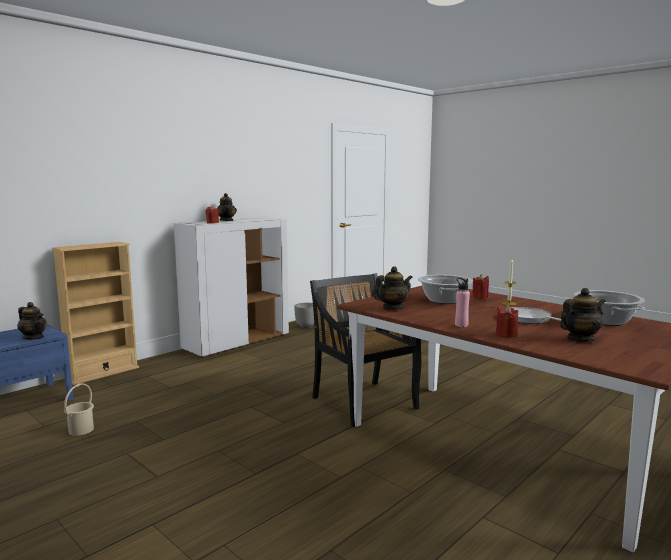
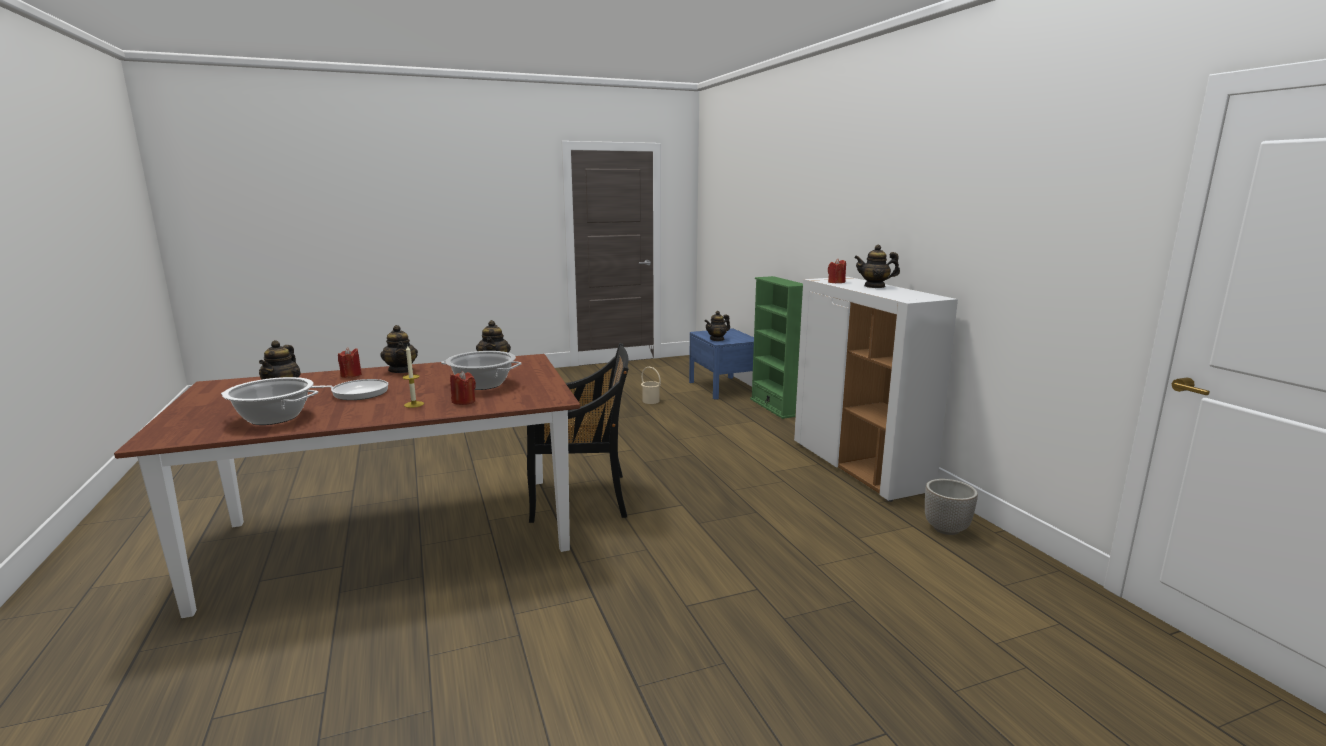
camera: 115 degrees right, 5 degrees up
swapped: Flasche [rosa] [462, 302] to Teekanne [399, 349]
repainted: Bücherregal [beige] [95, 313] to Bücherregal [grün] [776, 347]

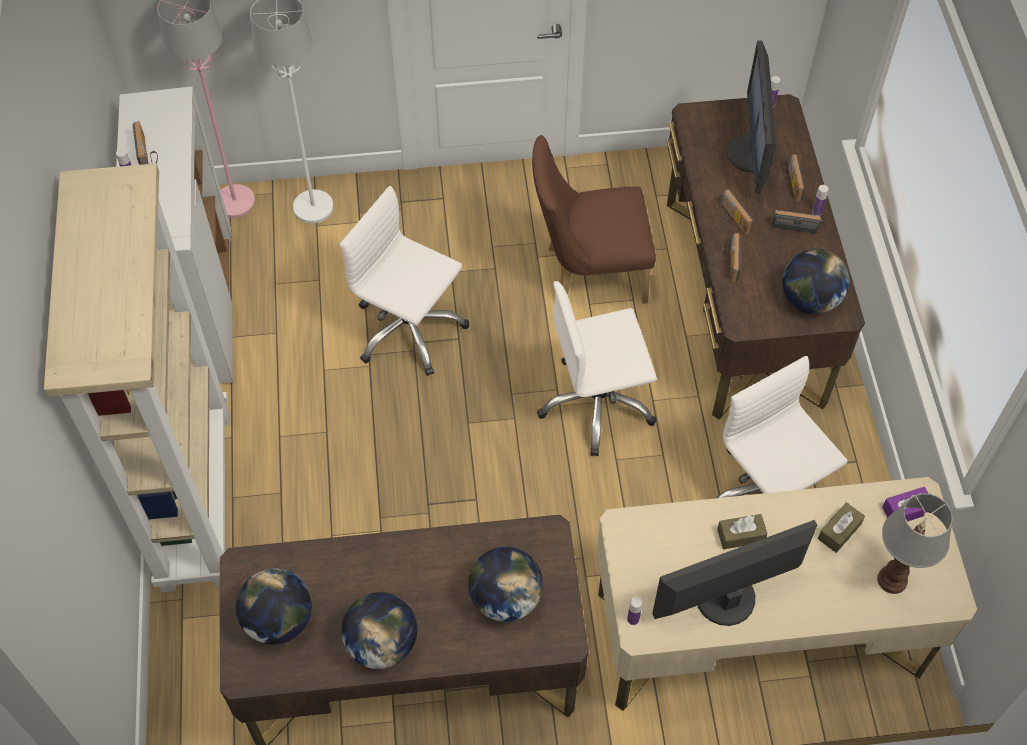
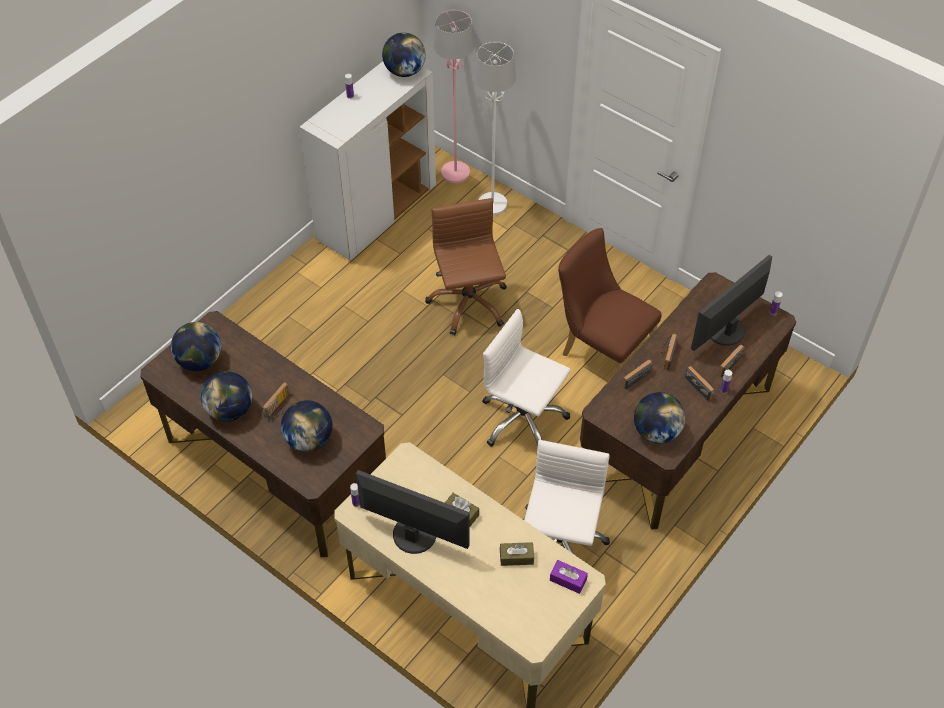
camera: 45 degrees right, 5 degrees down
gone: Bücherregal [beige] [136, 377]; Tischlampe [915, 543]
new: Globus [404, 55]
shifted: Radio [145, 143] to [275, 400]
repainted: Bürostuhl [weiß] [404, 281] to Bürostuhl [braun] [466, 267]

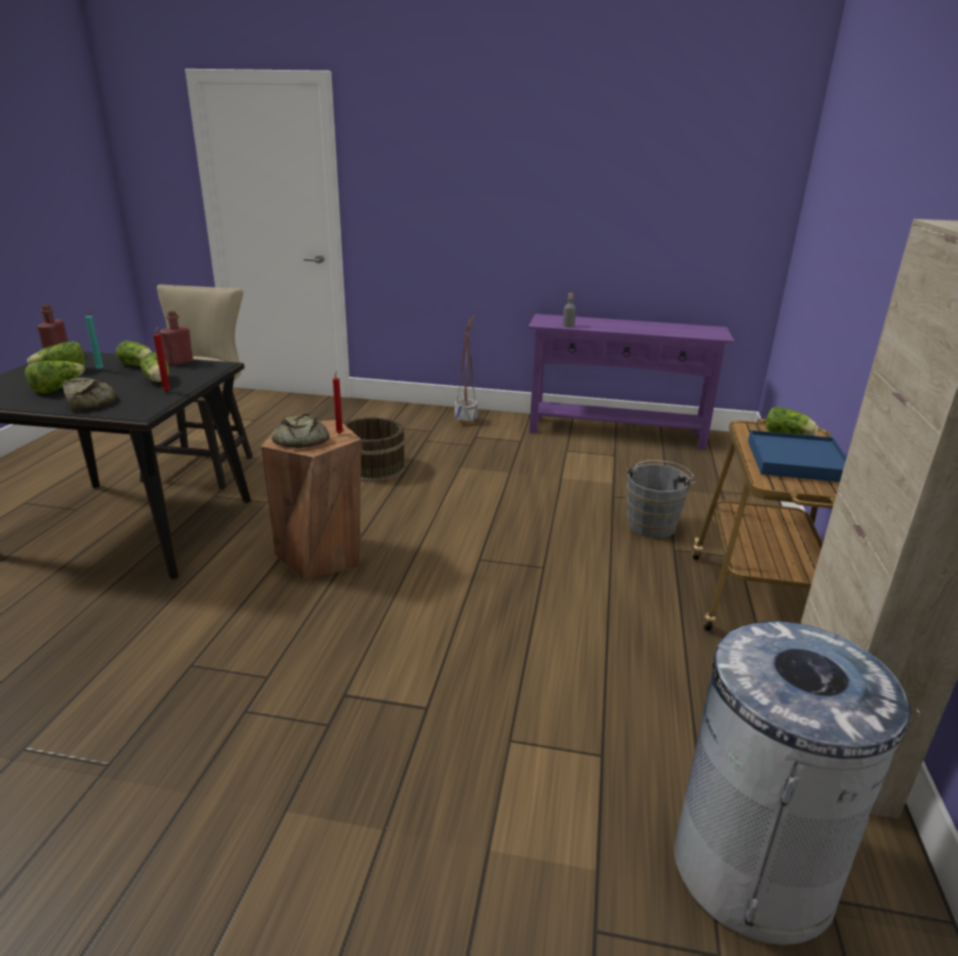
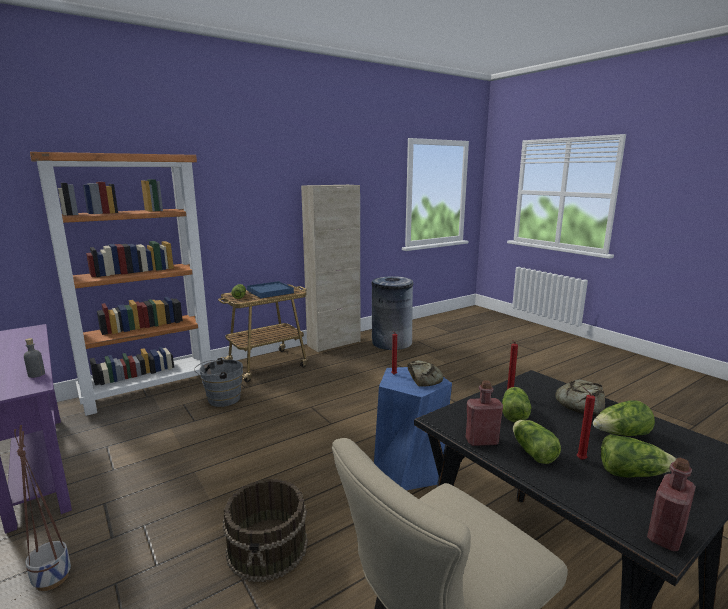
camera: 135 degrees left, 10 degrees down
new: Bücherregal [orange] [121, 284]
repainted: Kerze [türkis] [94, 340] to Kerze [rot] [586, 423]; Hocker [braun] [311, 499] to Hocker [blau] [413, 428]

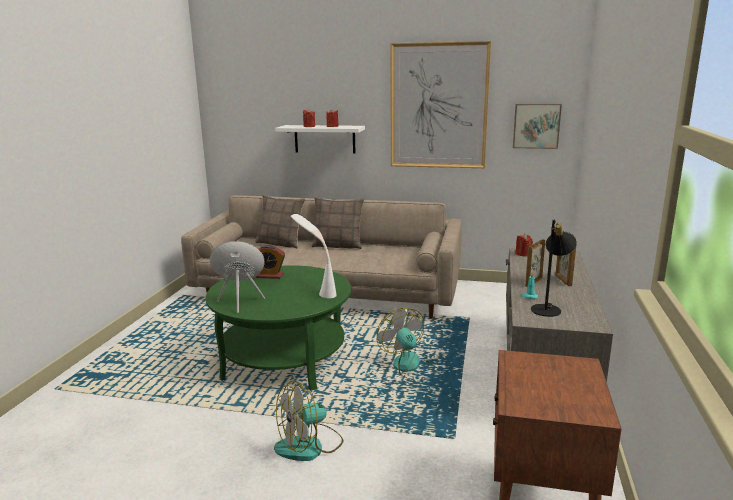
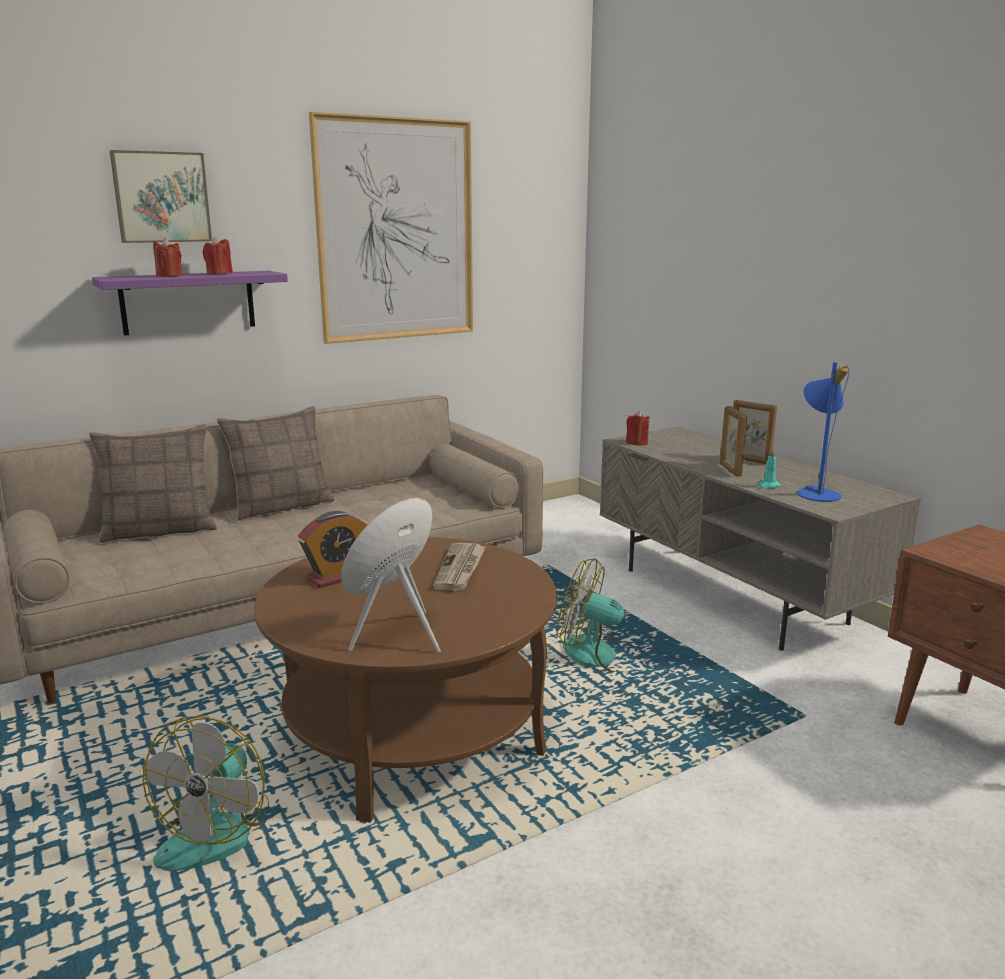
camera: 45 degrees left, 0 degrees up
shifted: Ventilator [308, 420] to [206, 793]; Bild [537, 126] to [161, 196]
swapped: Tischlampe [weiß] [314, 256] to Zeitung [459, 567]
repainted: Couchtisch [grün] [278, 328] to Couchtisch [braun] [405, 680]; Wandregal [weiß] [320, 139] to Wandregal [lila] [190, 303]; Tischlampe [schwarz] [554, 268] to Tischlampe [blau] [823, 432]

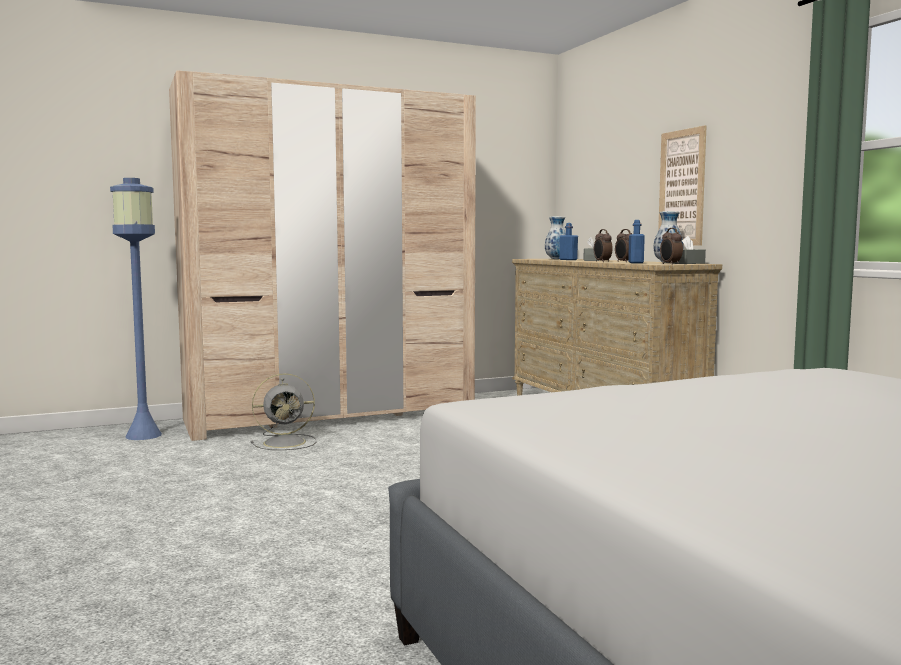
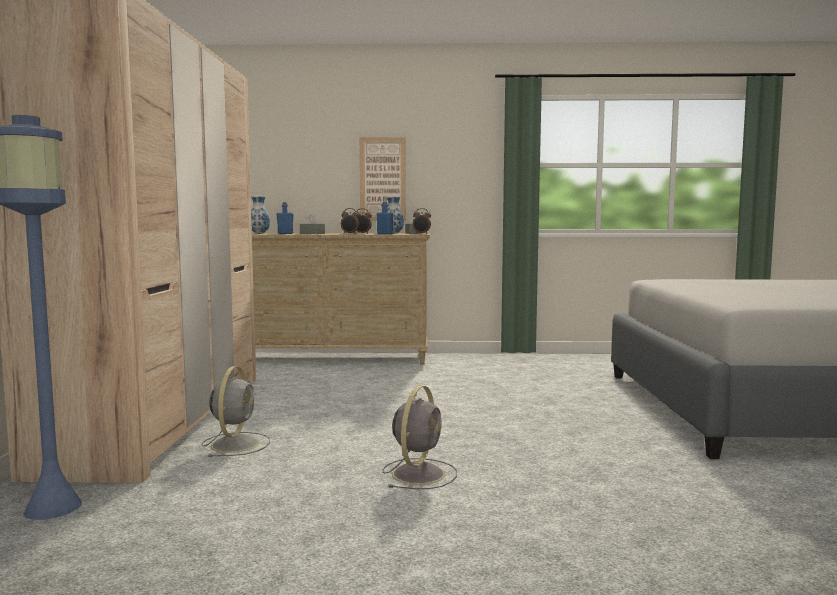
camera: 65 degrees left, 0 degrees up
new: Ventilator [grau] [419, 437]

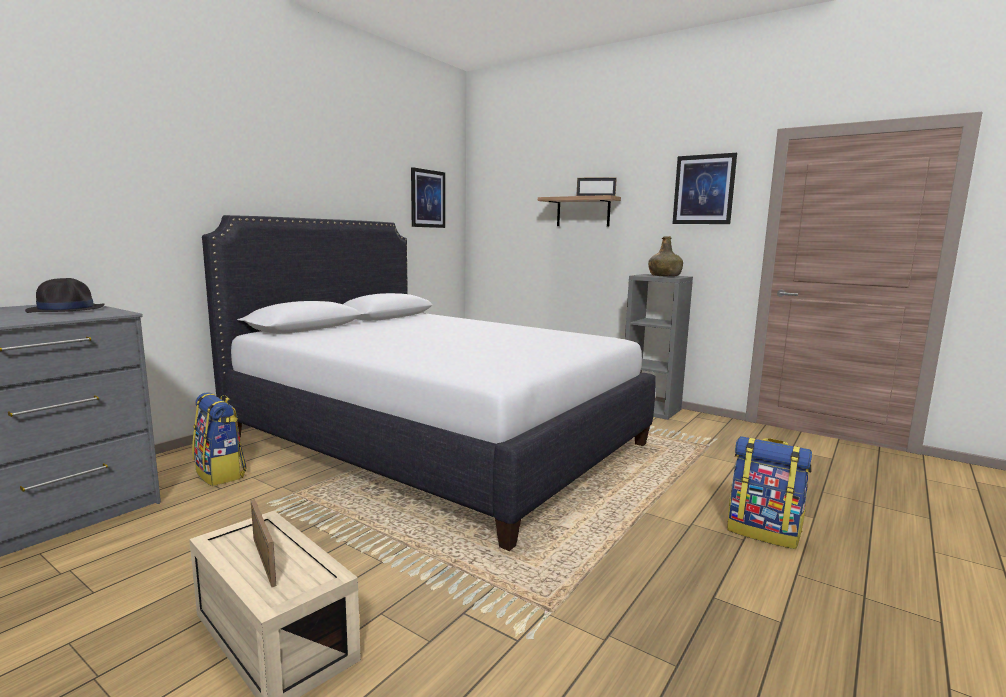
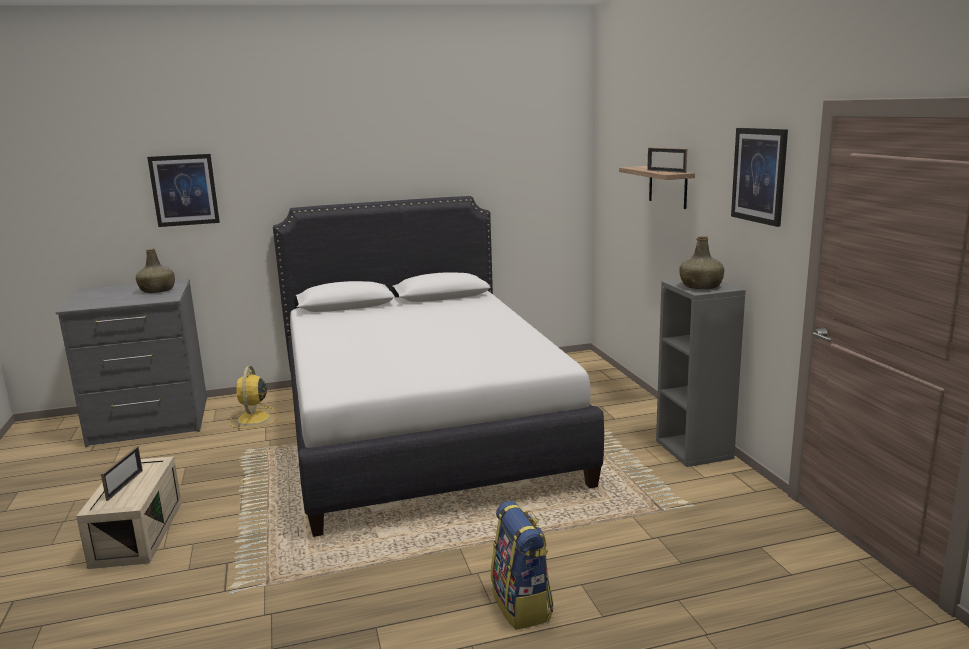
camera: 40 degrees right, 5 degrees up
shifted: Bild [428, 197] to [183, 190]
swapped: Hut [schwarz] [65, 295] to Flasche [grün] [155, 271]; Rucksack [219, 439] to Ventilator [gelb] [254, 397]

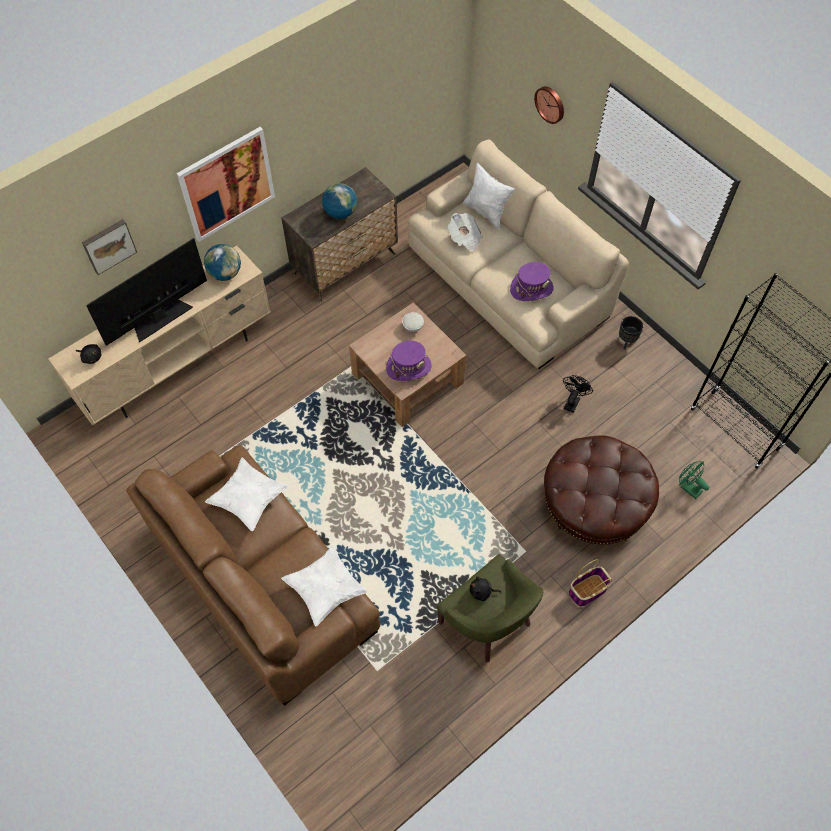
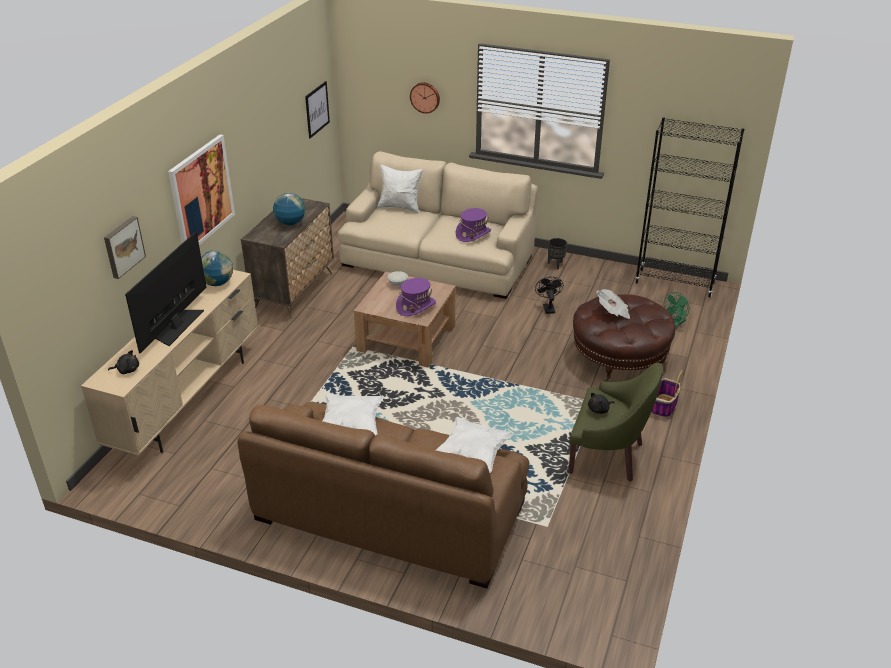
camera: 30 degrees left, 25 degrees down
new: Bild [317, 109]
shifted: Zeitung [465, 232] to [613, 304]
rotated: Ventilator [grün] [694, 480] = [676, 309] 60 degrees counterclockwise

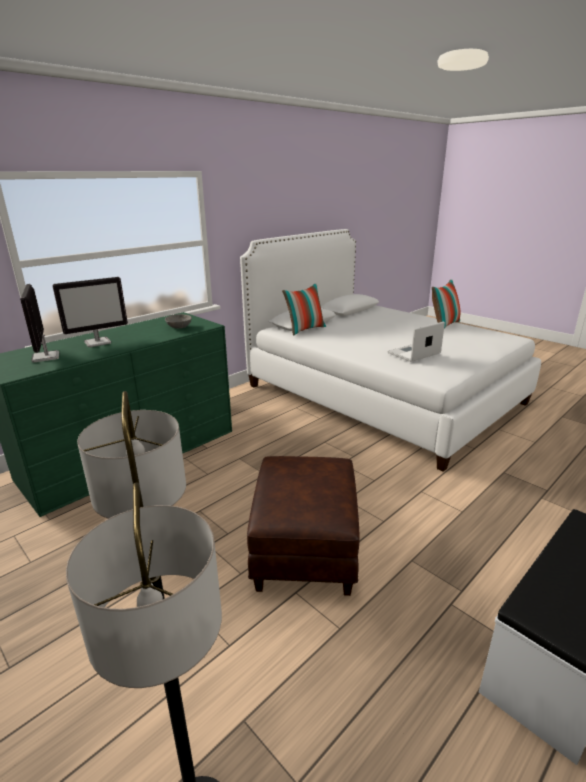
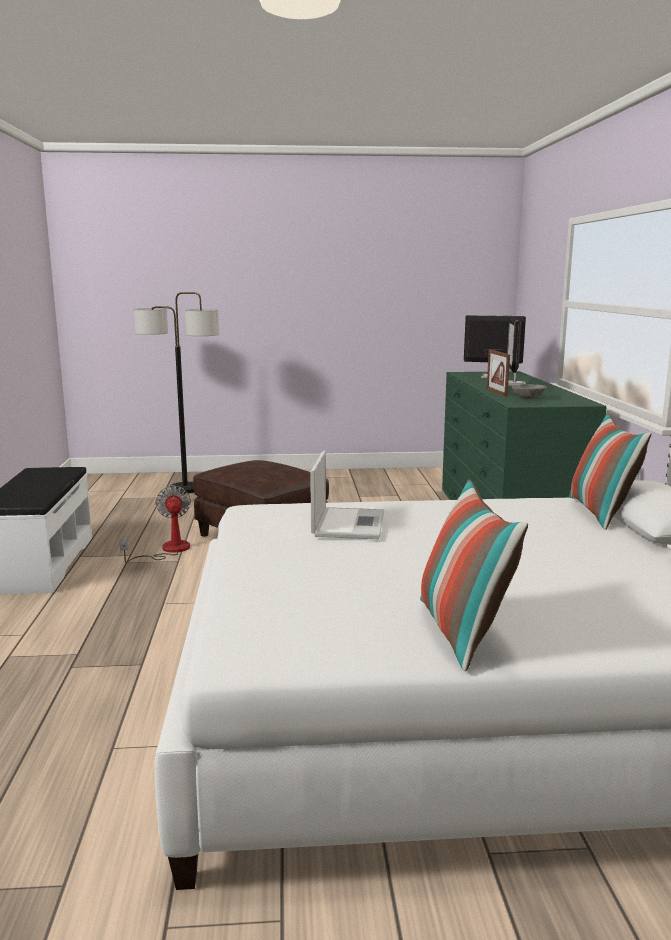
camera: 130 degrees right, 10 degrees down
new: Ventilator [155, 524]; Bilderrahmen [498, 373]

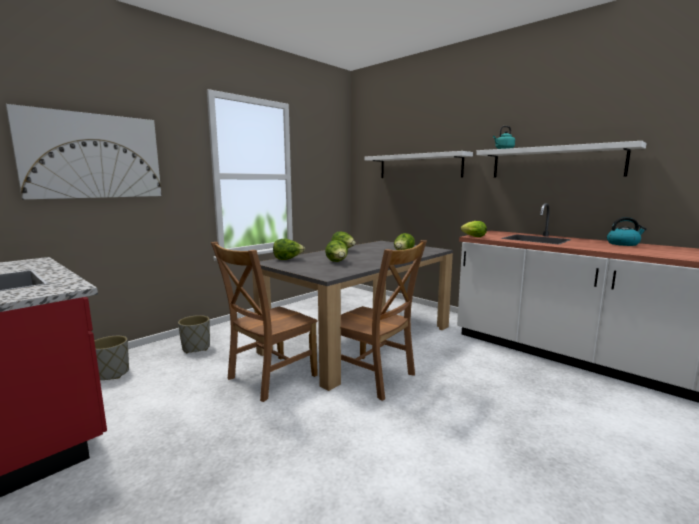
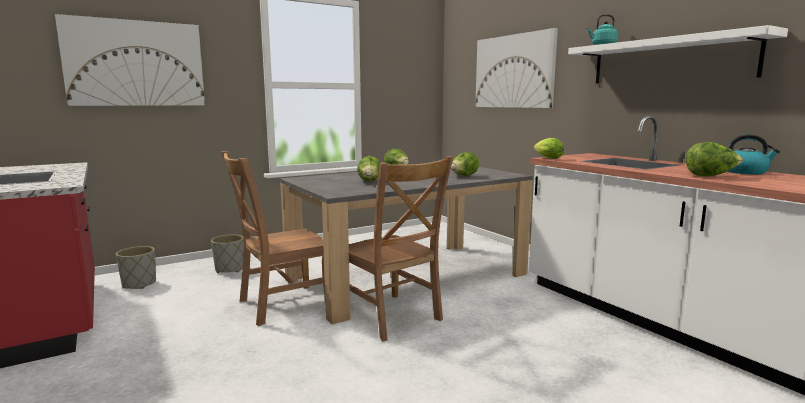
camera: 15 degrees right, 0 degrees up
shifted: Salatkopf [289, 249] to [714, 159]
swapped: Wandregal [weiß] [418, 164] to Bild [516, 68]

